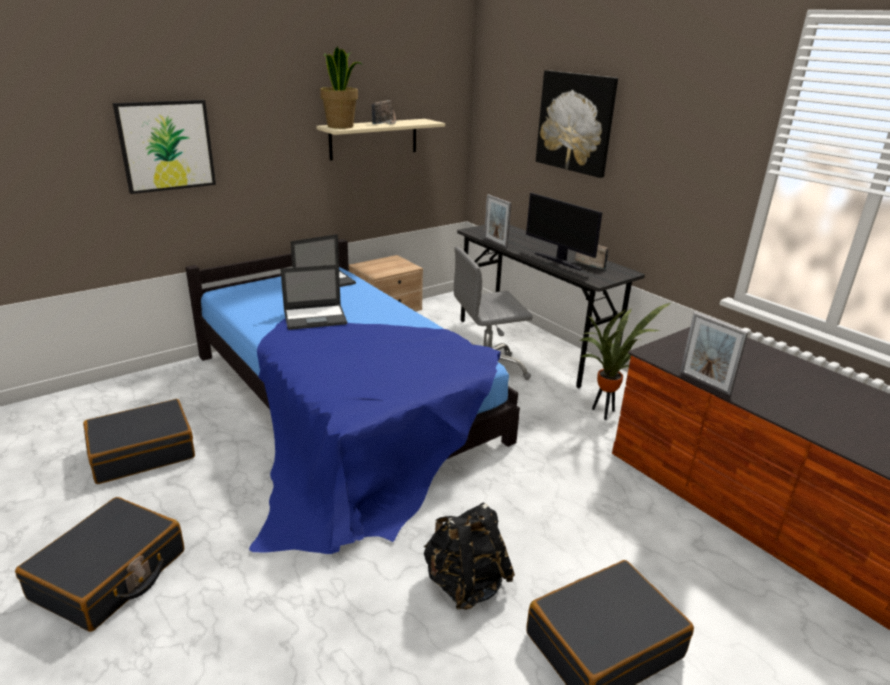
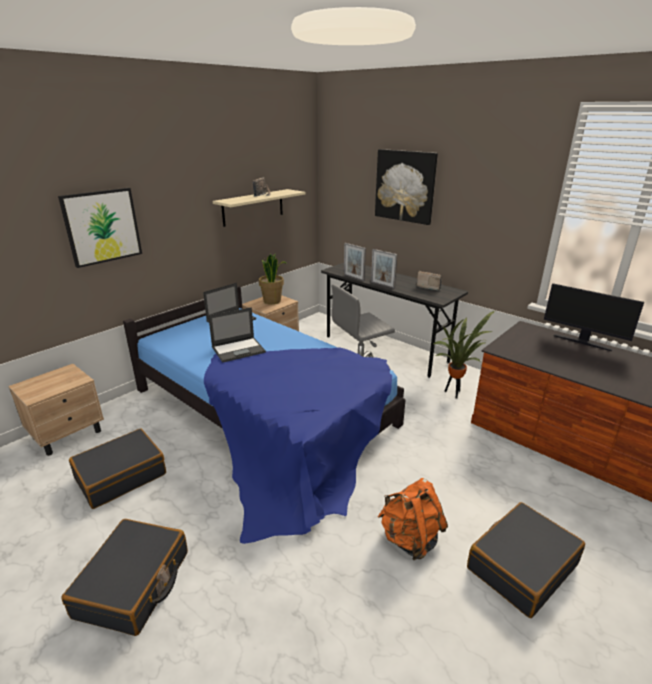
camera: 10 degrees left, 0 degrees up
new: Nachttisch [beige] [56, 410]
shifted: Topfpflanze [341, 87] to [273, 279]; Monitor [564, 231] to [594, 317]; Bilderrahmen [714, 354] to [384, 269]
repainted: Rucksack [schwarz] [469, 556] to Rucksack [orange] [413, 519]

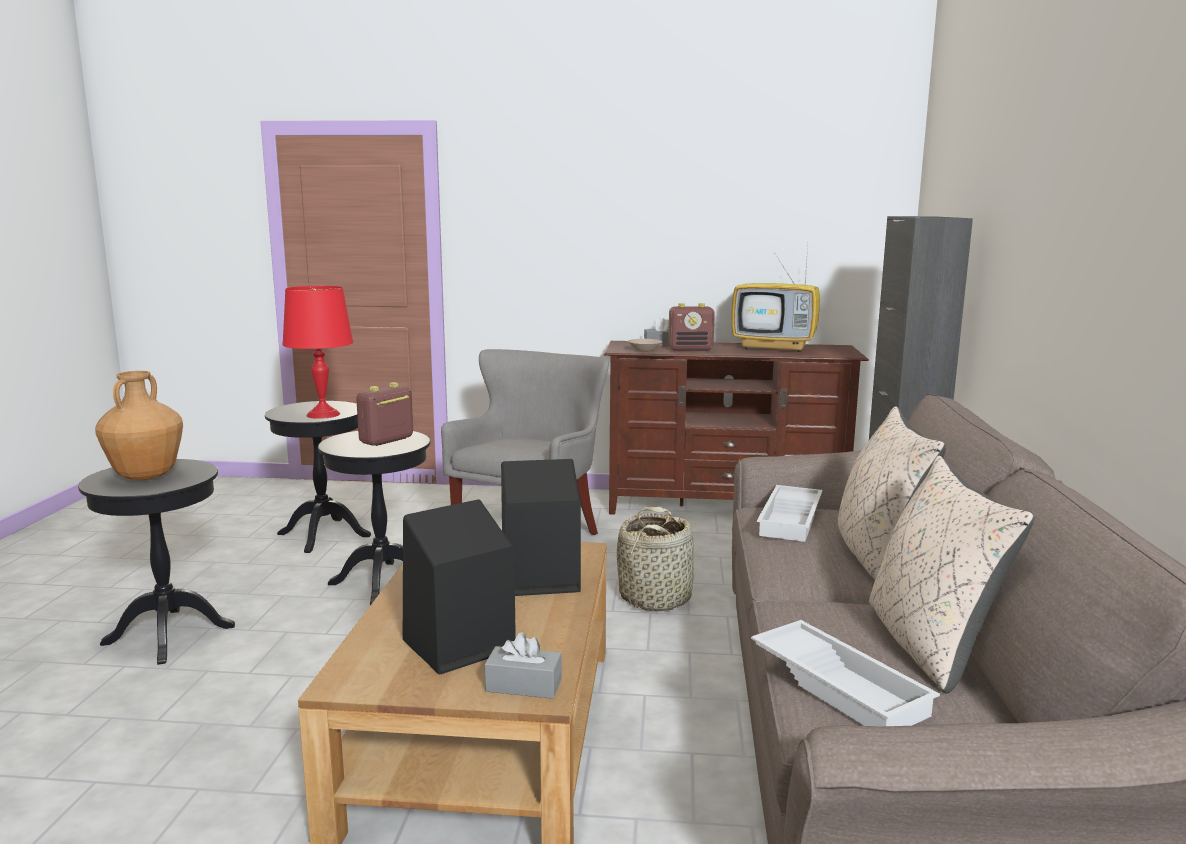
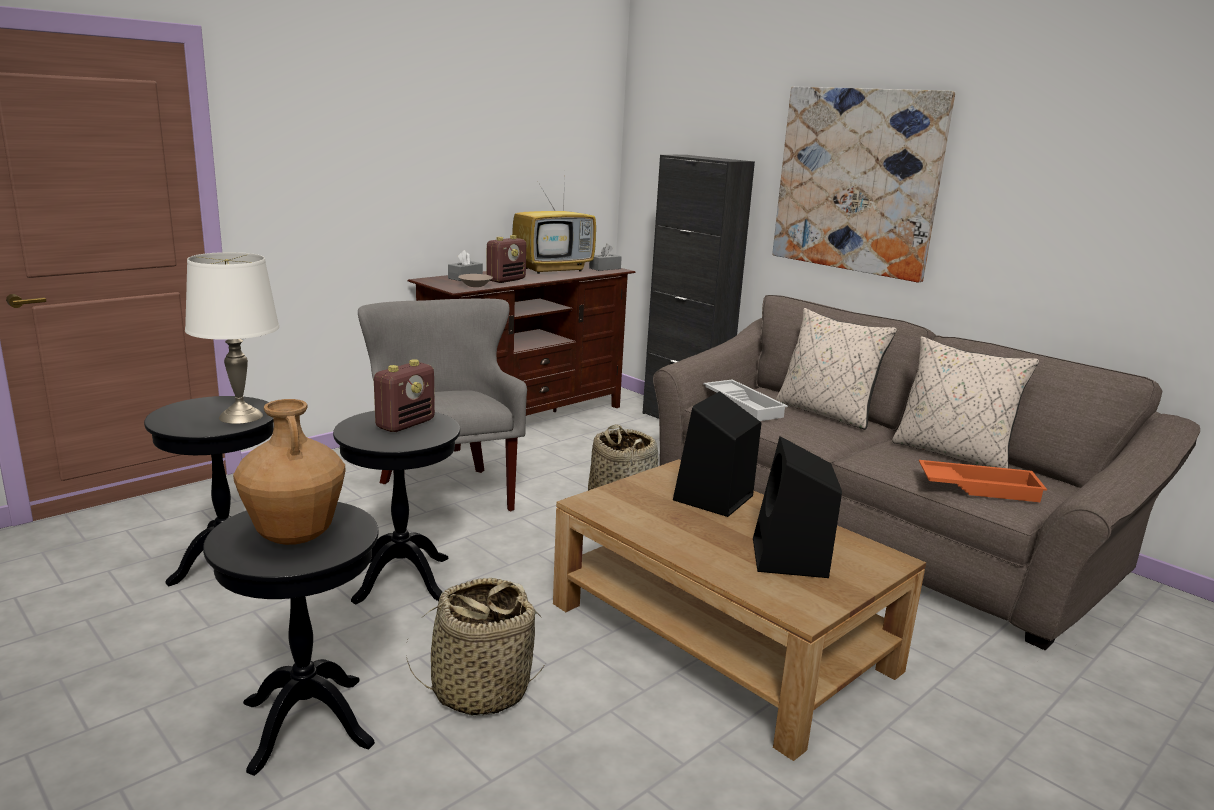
camera: 50 degrees left, 5 degrees up
new: Korb [475, 647]; Bild [863, 184]
shifted: Taschentuchbox [grau] [523, 665] to [605, 257]
repainted: Tischlampe [rot] [317, 352] to Tischlampe [weiß] [232, 338]; Tablett [weiß] [845, 673] to Tablett [orange] [983, 481]
rotated: Radio [384, 414] = [404, 395] 135 degrees counterclockwise

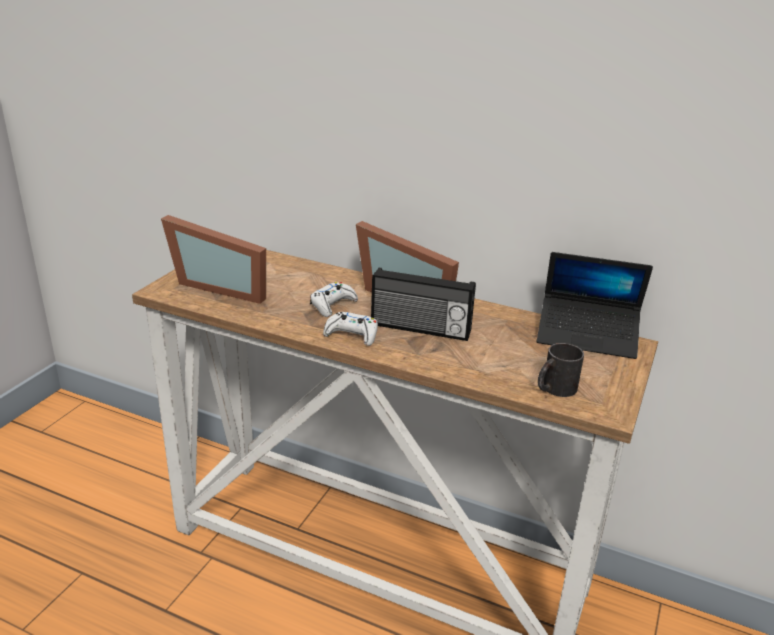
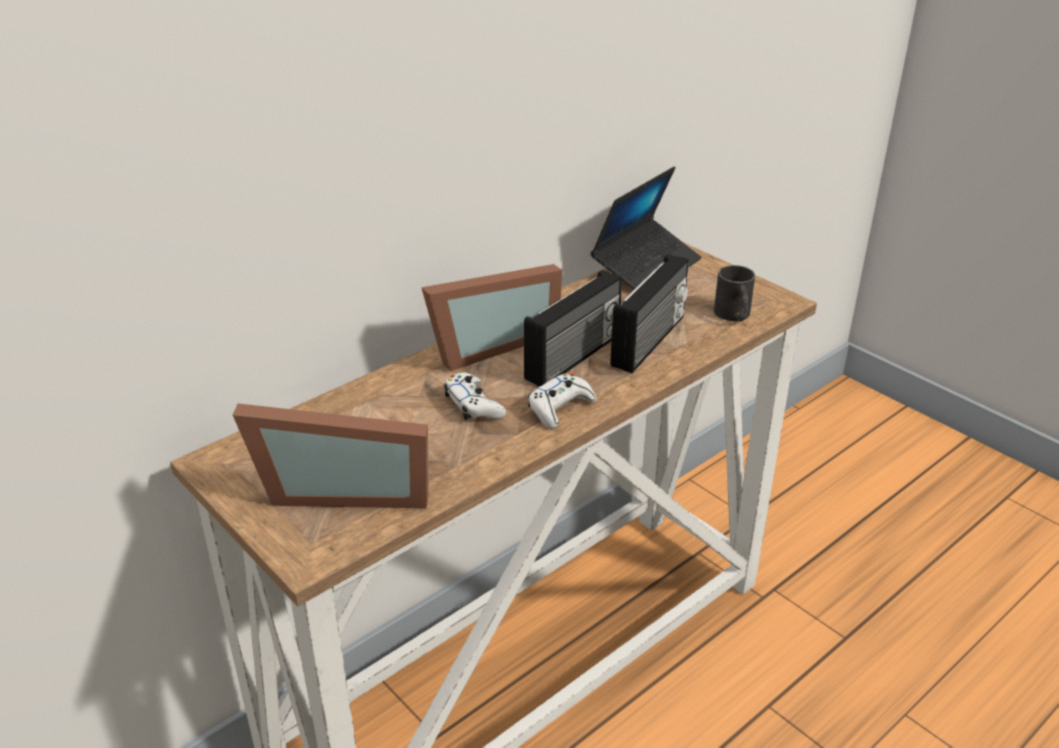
camera: 65 degrees left, 5 degrees up
new: Radio [649, 313]
rotated: Bilderrahmen [213, 259] = [330, 455] 45 degrees clockwise

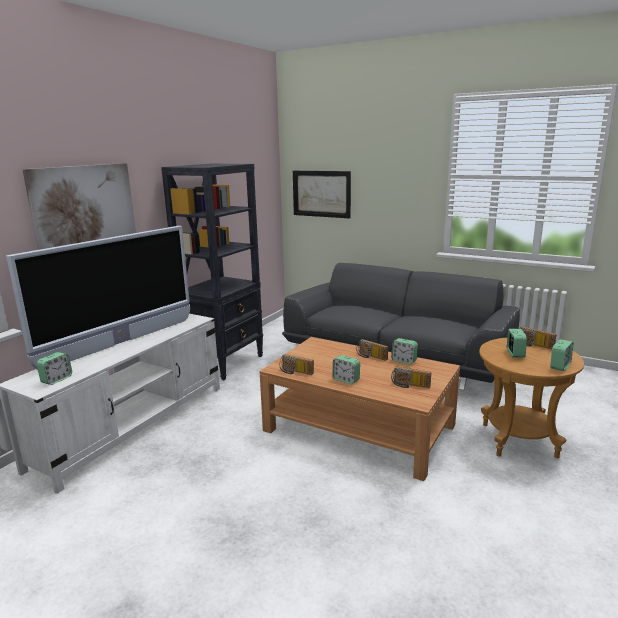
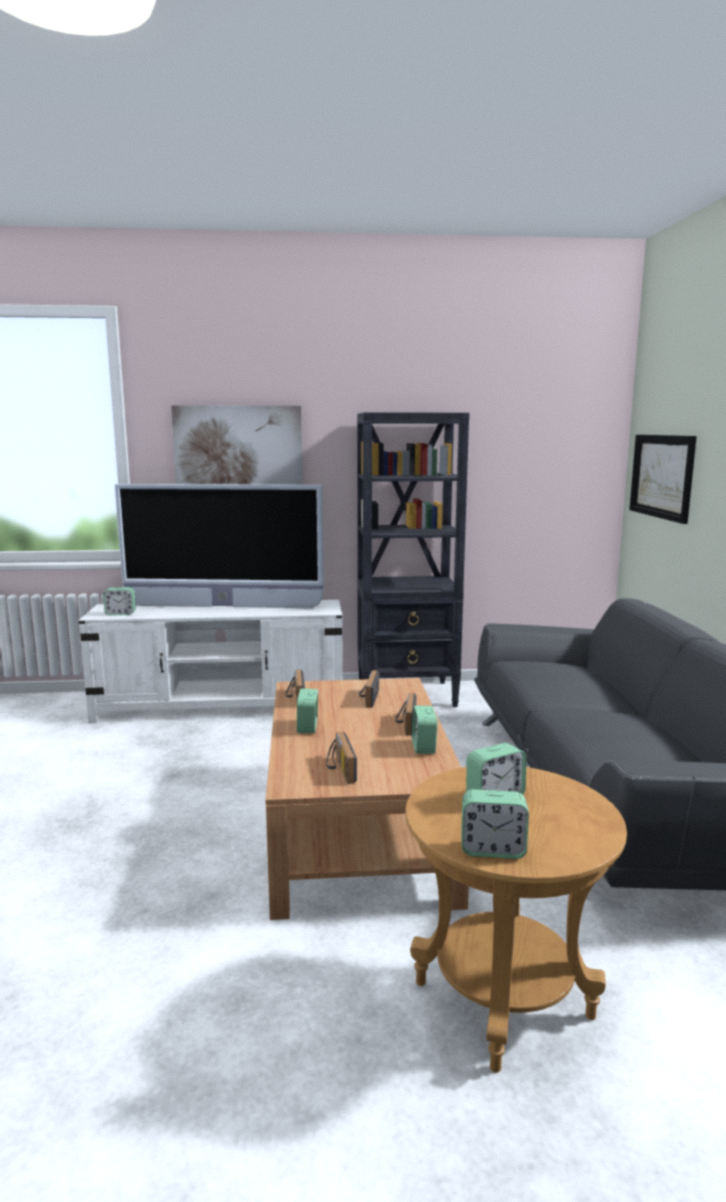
camera: 55 degrees right, 5 degrees down
shifted: Radio [538, 337] to [369, 689]

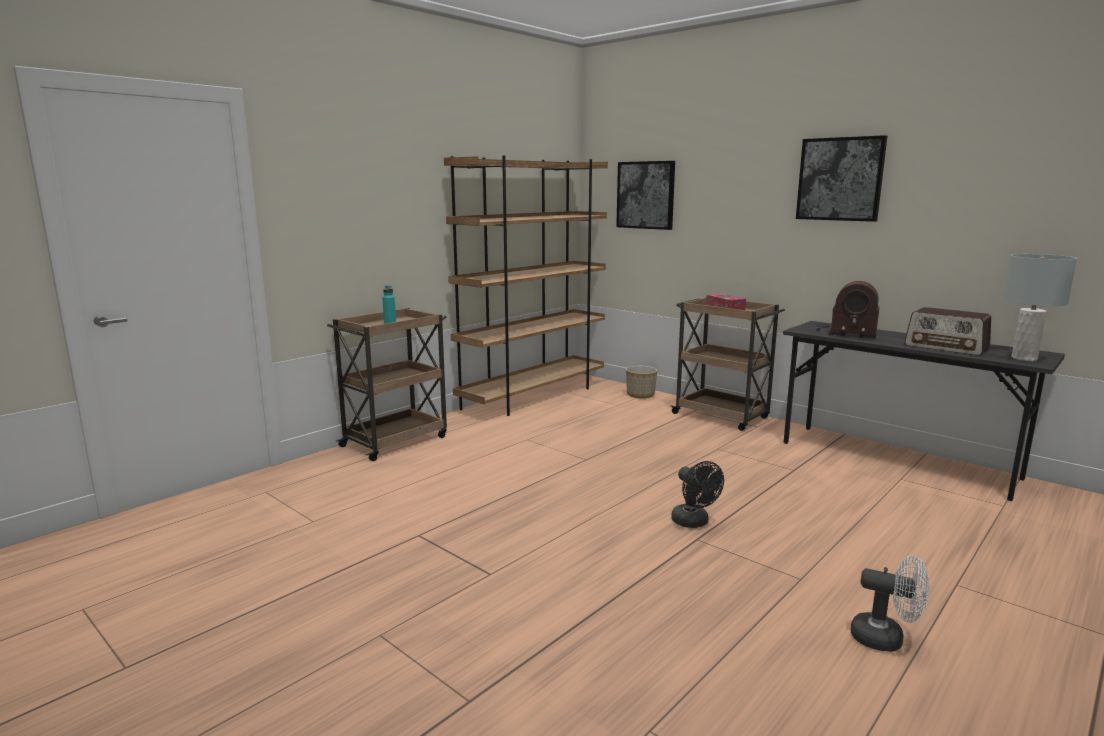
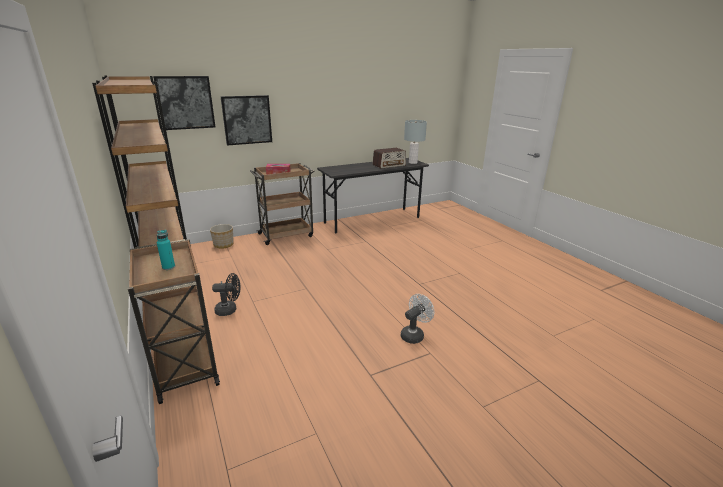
camera: 70 degrees left, 10 degrees up
gone: Radio [848, 310]
shifted: Ventilator [schwarz] [697, 494] to [226, 294]; Bild [841, 178] to [246, 120]; Ventilator [weiß] [890, 603] to [417, 319]

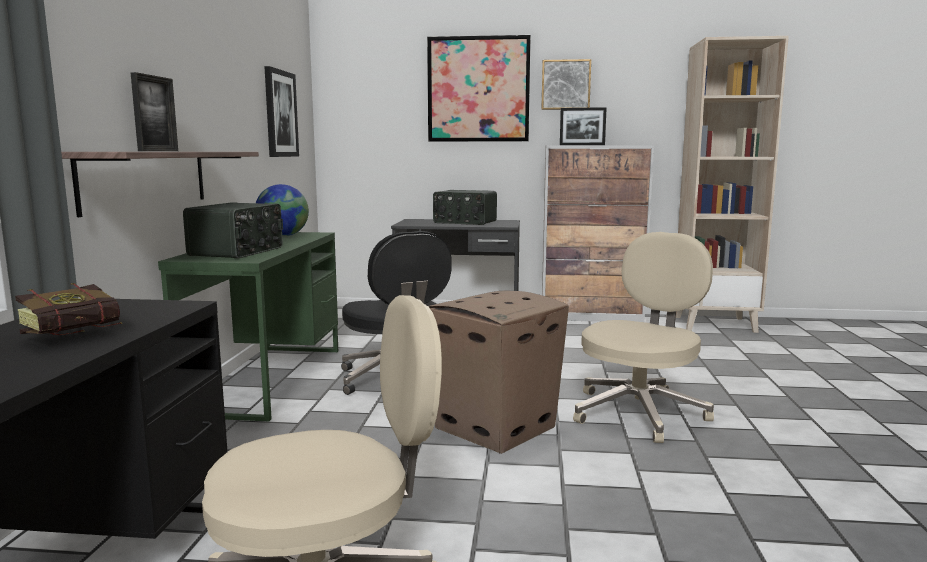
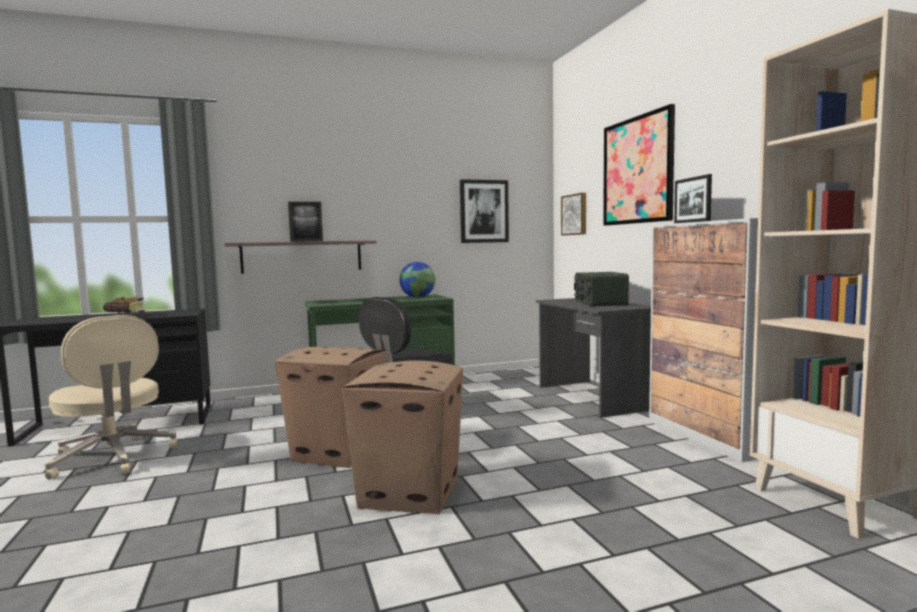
camera: 65 degrees right, 5 degrees down
gone: Radio [233, 230]
shifted: Bild [566, 84] to [573, 214]
swapped: Bürostuhl [beige] [643, 337] to Karton [402, 437]

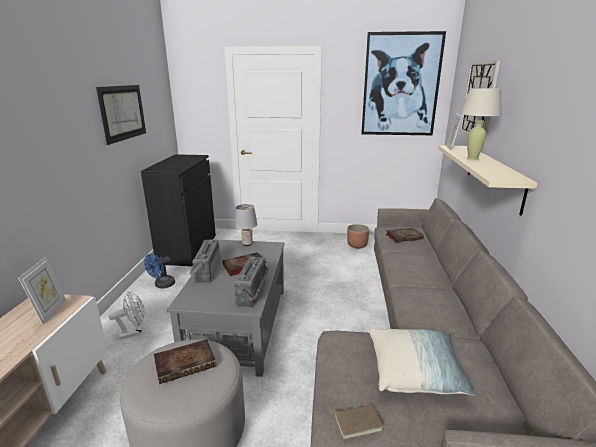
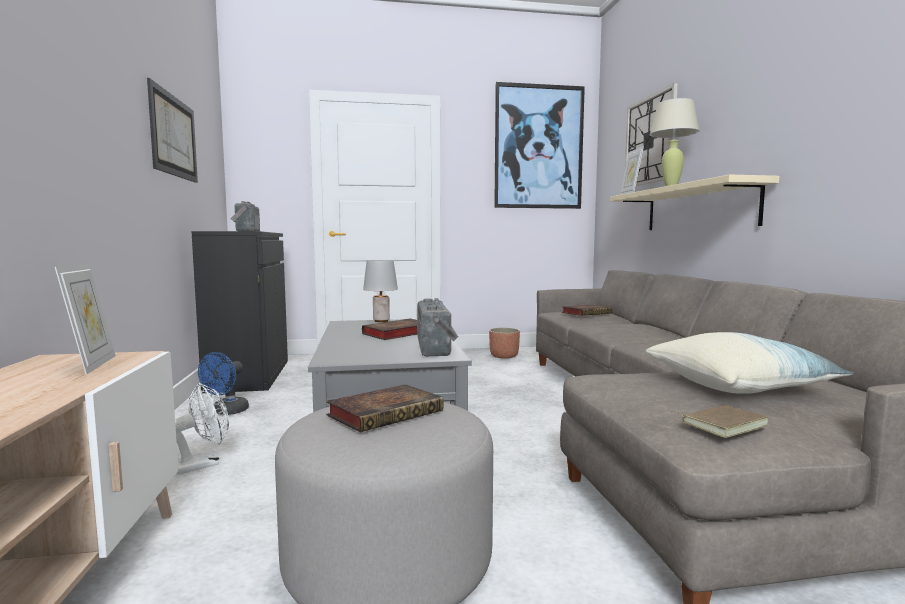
camera: 15 degrees left, 15 degrees down
shifted: Radio [204, 261] to [245, 216]

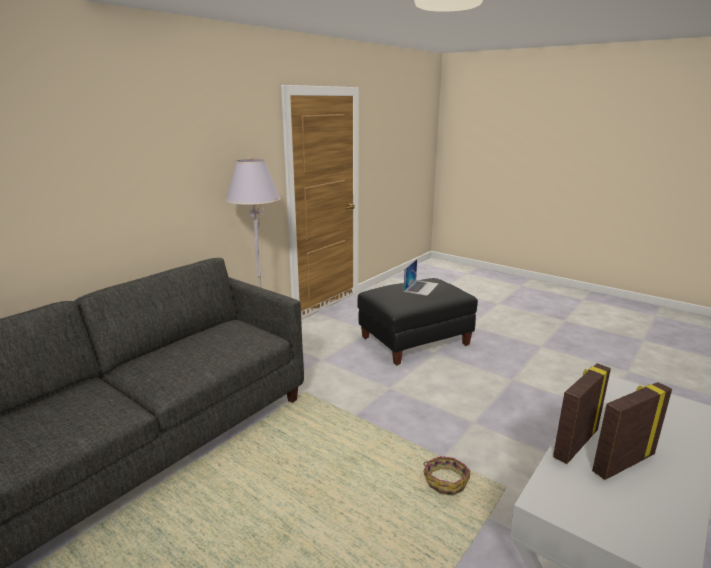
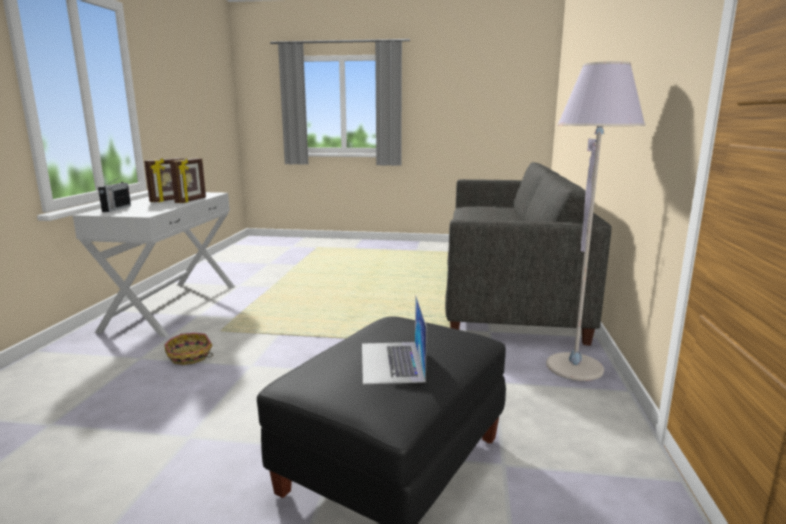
camera: 150 degrees right, 5 degrees down
new: Radio [114, 195]
shifted: Korb [446, 476] to [189, 349]

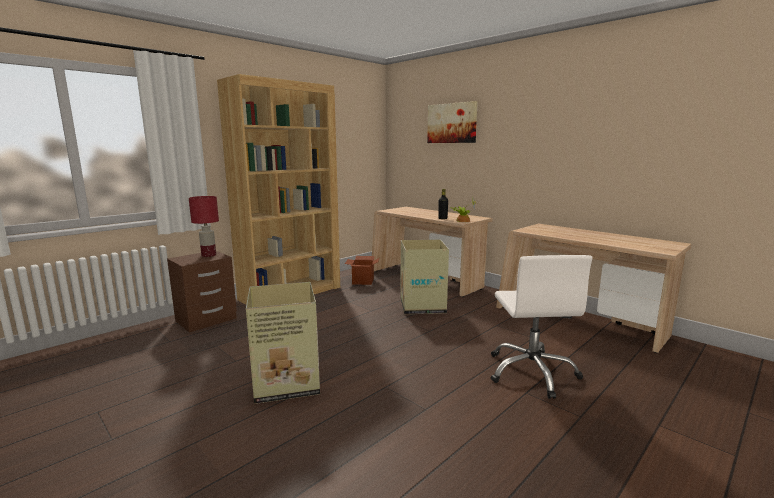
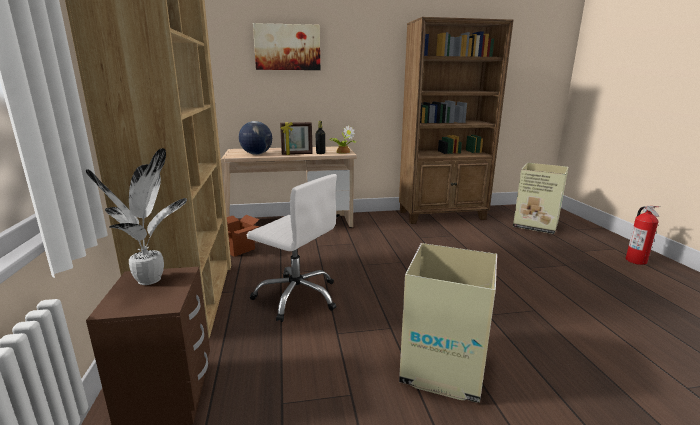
camera: 55 degrees left, 5 degrees up
new: Globus [255, 138]; Bilderrahmen [296, 138]; Feuerlöscher [643, 235]
shifted: Karton [424, 277] to [540, 198]; Bürostuhl [weiß] [541, 327] to [292, 248]
swapped: Tischlampe [rot] [204, 226] to Topfpflanze [136, 216]; Schreibtisch [beige] [594, 288] to Bücherregal [braun] [456, 120]

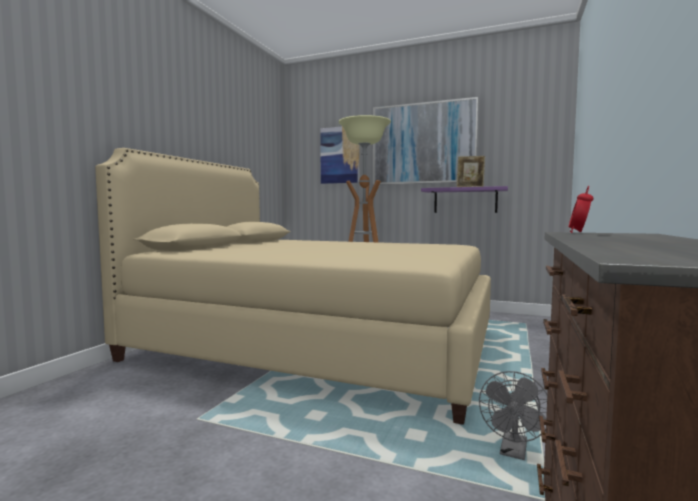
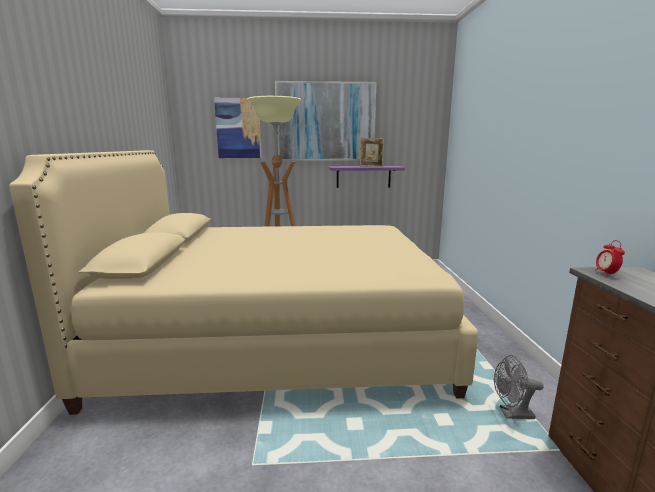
camera: 25 degrees left, 10 degrees up
rotated: Ventilator [grau] [513, 415] = [519, 387] 90 degrees clockwise

